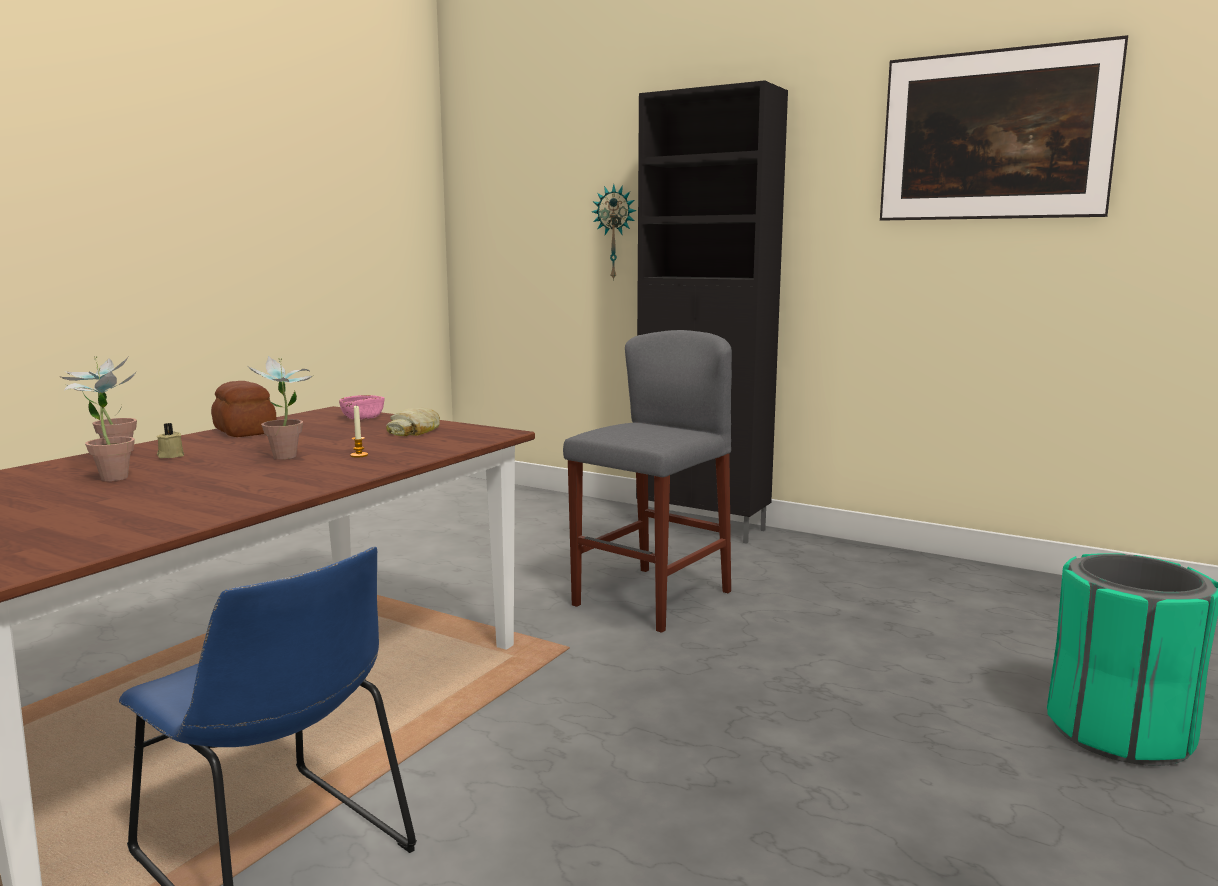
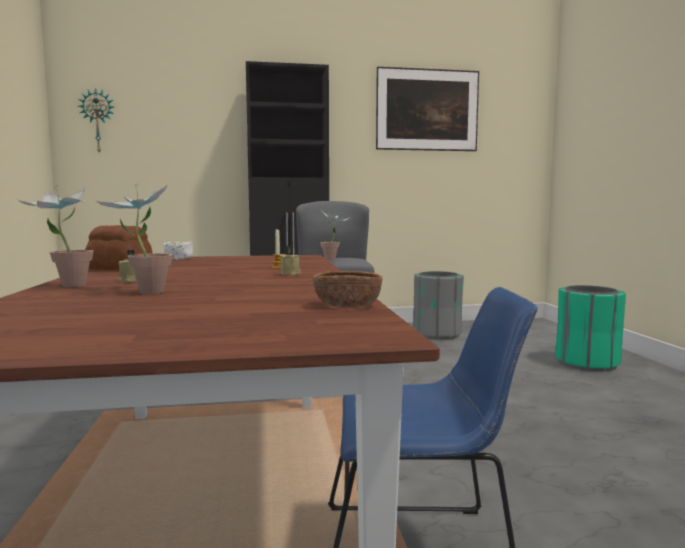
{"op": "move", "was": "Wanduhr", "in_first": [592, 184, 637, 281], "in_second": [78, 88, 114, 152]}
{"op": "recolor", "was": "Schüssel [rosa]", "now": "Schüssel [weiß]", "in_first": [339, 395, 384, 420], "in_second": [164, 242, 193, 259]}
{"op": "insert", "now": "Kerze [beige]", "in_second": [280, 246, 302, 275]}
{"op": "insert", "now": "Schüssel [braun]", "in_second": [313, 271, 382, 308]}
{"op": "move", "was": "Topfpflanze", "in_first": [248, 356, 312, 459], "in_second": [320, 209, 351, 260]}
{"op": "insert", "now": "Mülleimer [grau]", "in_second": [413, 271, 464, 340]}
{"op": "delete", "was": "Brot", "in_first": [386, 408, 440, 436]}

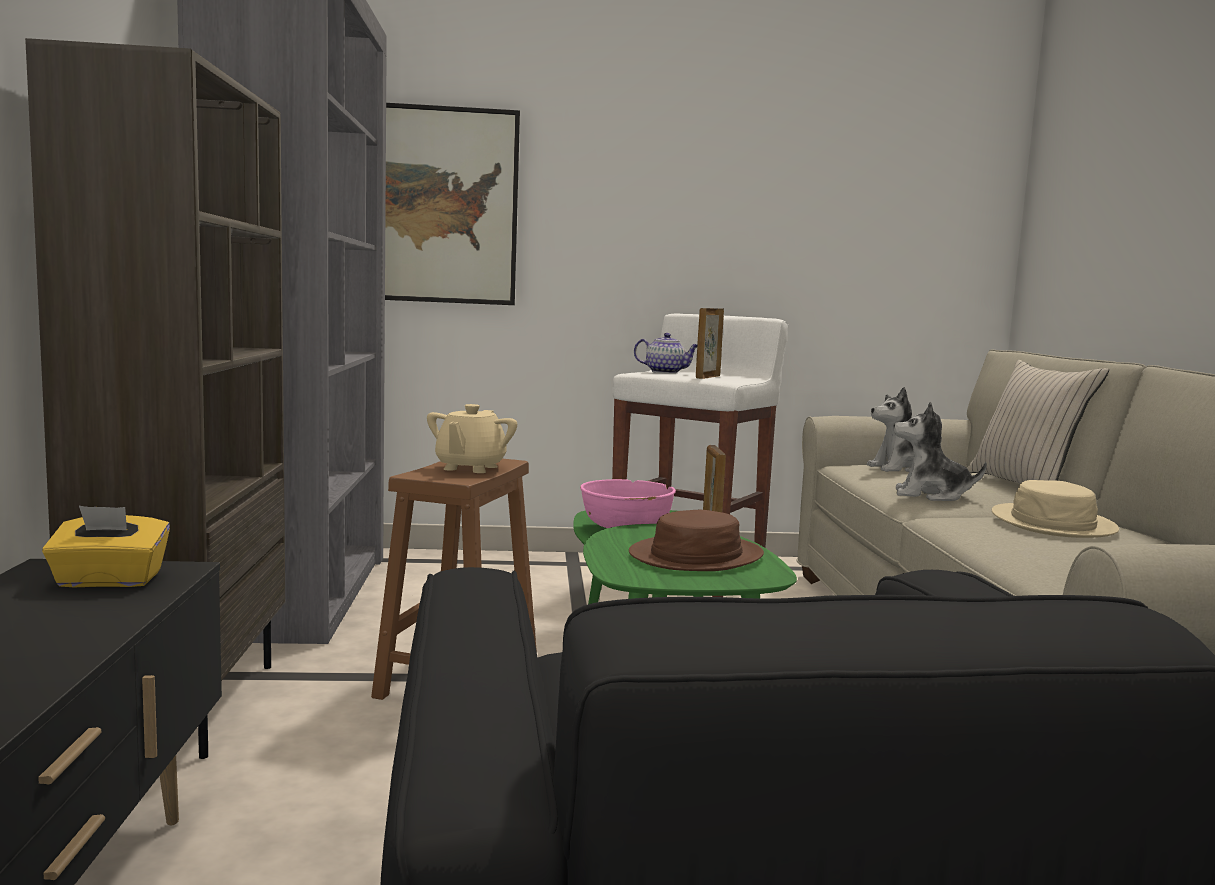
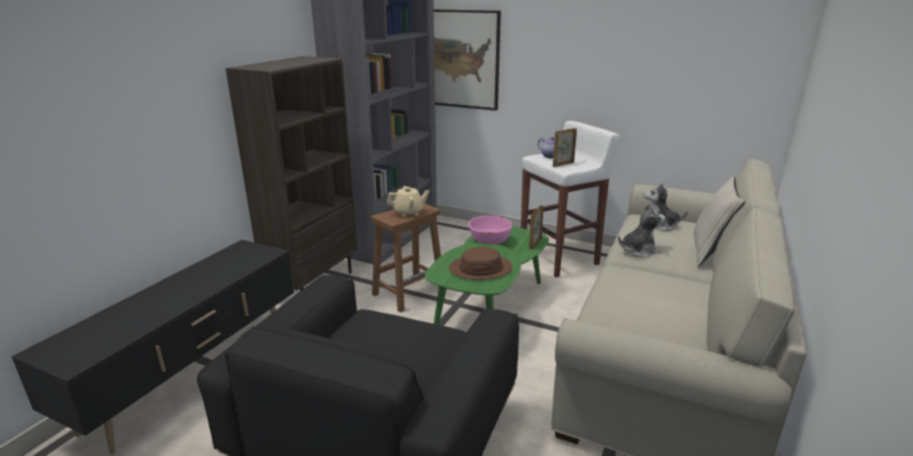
{"op": "rotate", "was": "Teekanne [beige]", "in_first": [427, 404, 517, 473], "in_second": [387, 186, 429, 217], "clockwise": -150}
{"op": "rotate", "was": "Plüschtier", "in_first": [894, 402, 987, 501], "in_second": [618, 203, 665, 257], "clockwise": 120}
{"op": "delete", "was": "Taschentuchbox [gelb]", "in_first": [42, 506, 170, 587]}
{"op": "delete", "was": "Hut [beige]", "in_first": [992, 480, 1119, 538]}

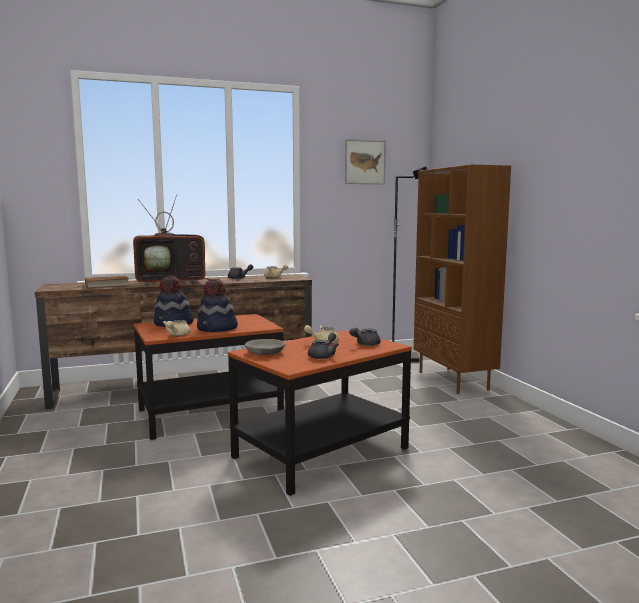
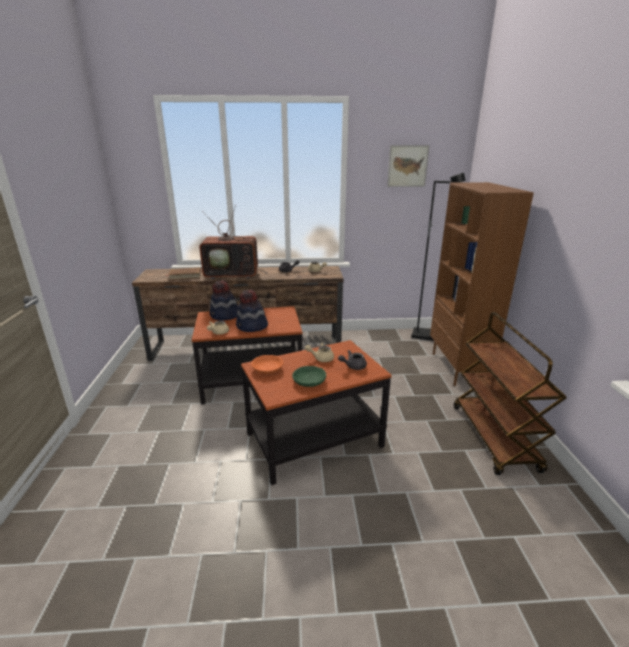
{"op": "recolor", "was": "Schüssel [grau]", "now": "Schüssel [orange]", "in_first": [245, 339, 285, 355], "in_second": [251, 355, 284, 374]}
{"op": "replace", "was": "Teekanne [grau]", "now": "Schüssel [grün]", "in_first": [308, 333, 339, 359], "in_second": [292, 366, 326, 387]}
{"op": "insert", "now": "Rollwagen [braun]", "in_second": [454, 312, 567, 475]}

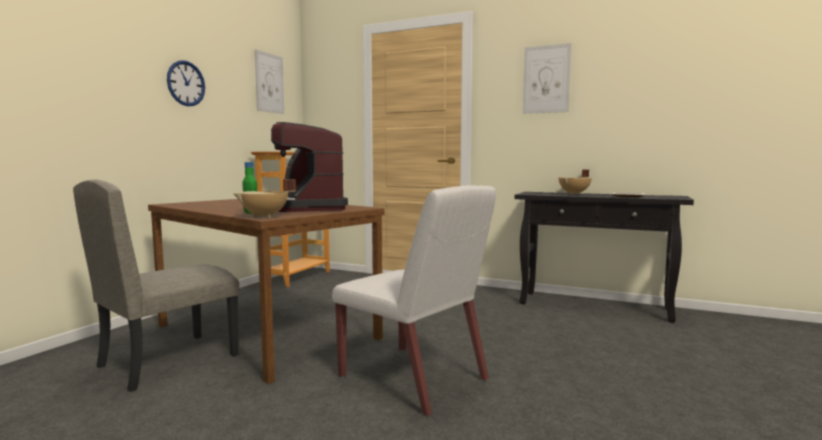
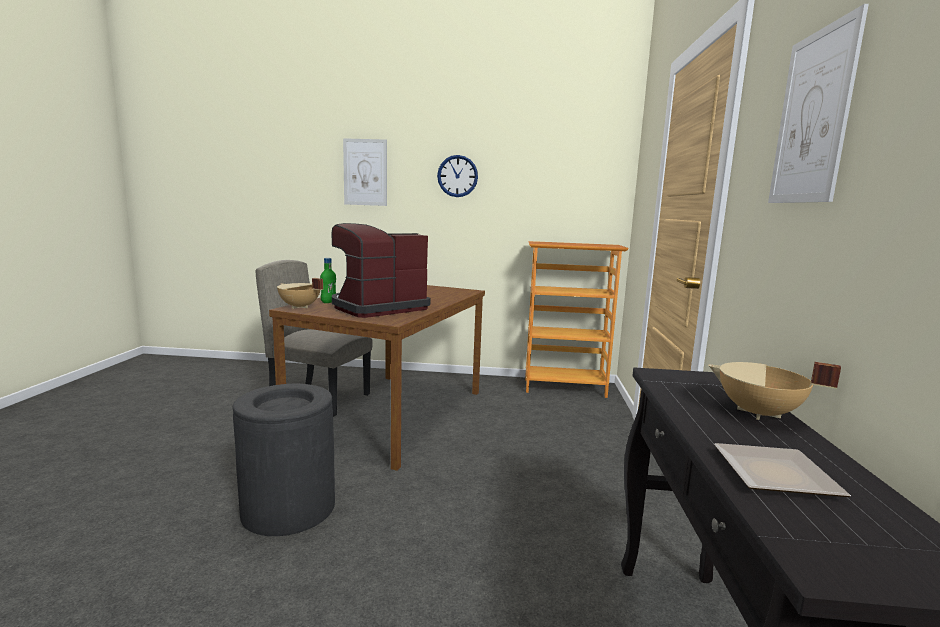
{"op": "replace", "was": "Stuhl [weiß]", "now": "Mülleimer [schwarz]", "in_first": [332, 185, 496, 417], "in_second": [233, 384, 335, 536]}
{"op": "move", "was": "Bild", "in_first": [255, 49, 284, 114], "in_second": [343, 138, 387, 206]}

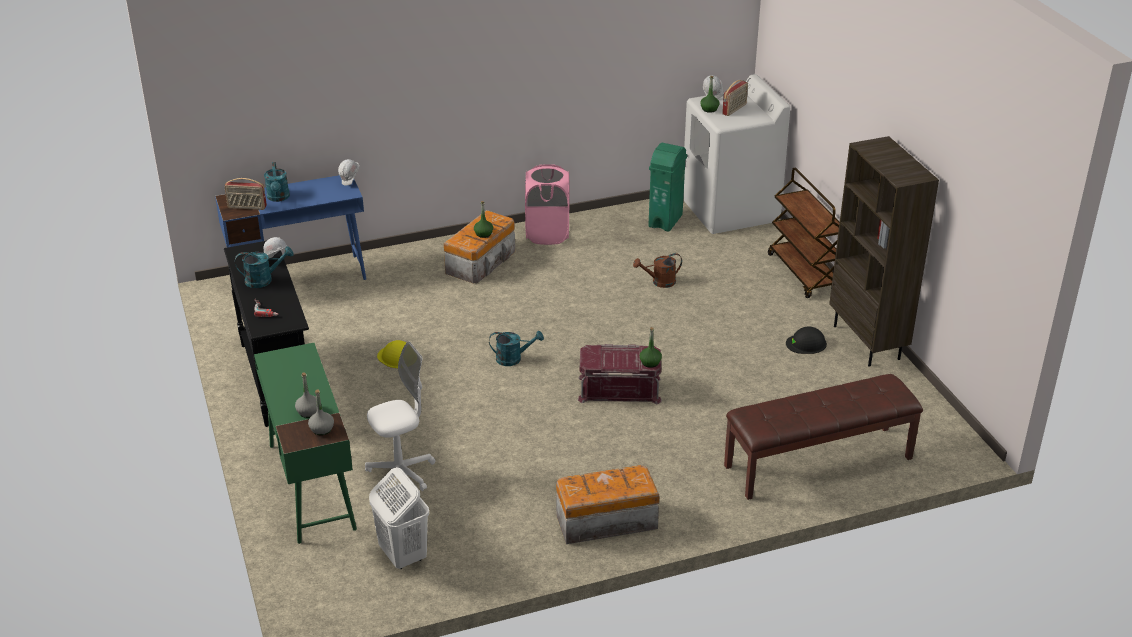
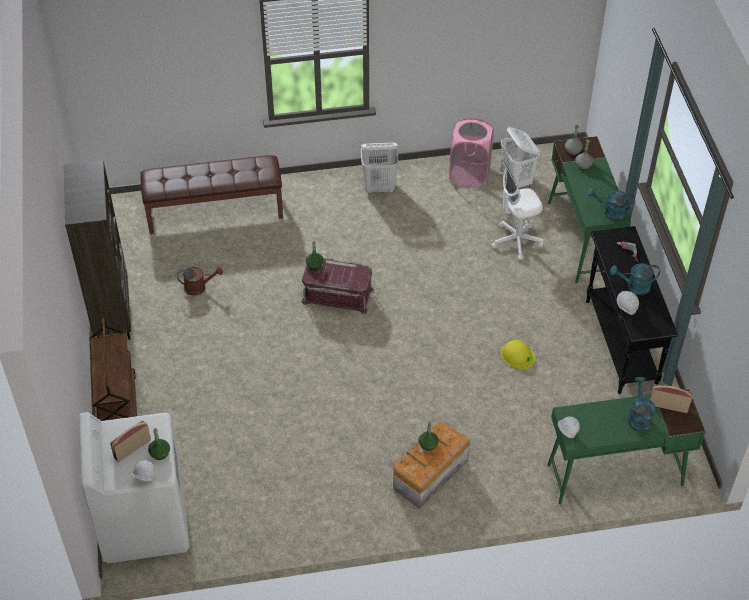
{"op": "move", "was": "Gießkanne [braun]", "in_first": [633, 253, 682, 288], "in_second": [177, 266, 223, 296]}
{"op": "replace", "was": "Aufbewahrungsbox", "now": "Wäschekorb [weiß]", "in_first": [556, 465, 659, 544], "in_second": [361, 143, 399, 194]}
{"op": "move", "was": "Wäschekorb [rosa]", "in_first": [525, 164, 569, 245], "in_second": [449, 118, 494, 188]}
{"op": "recolor", "was": "Schreibtisch [blau]", "now": "Schreibtisch [grün]", "in_first": [215, 175, 366, 280], "in_second": [547, 389, 706, 504]}
{"op": "move", "was": "Gießkanne [türkis]", "in_first": [489, 331, 544, 366], "in_second": [587, 188, 635, 221]}
{"op": "delete", "was": "Mülleimer [grün]", "in_first": [648, 143, 687, 232]}
{"op": "delete", "was": "Schutzhelm [schwarz]", "in_first": [786, 326, 827, 354]}

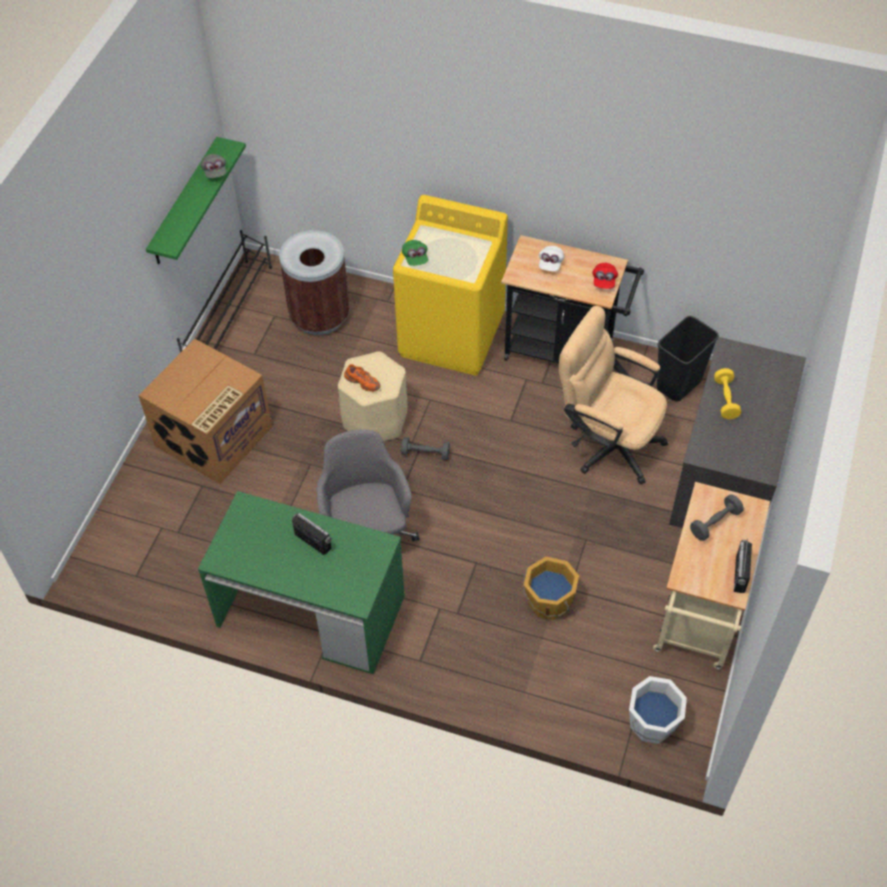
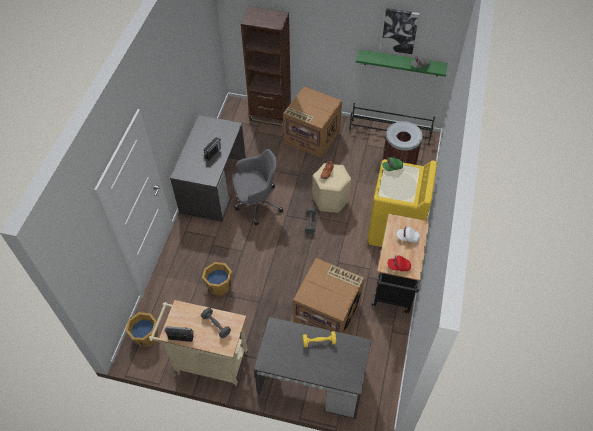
{"op": "recolor", "was": "Eimer [weiß]", "now": "Eimer [orange]", "in_first": [629, 676, 687, 744], "in_second": [125, 312, 158, 347]}
{"op": "recolor", "was": "Schreibtisch [grün]", "now": "Schreibtisch [grau]", "in_first": [198, 491, 405, 674], "in_second": [170, 115, 246, 222]}
{"op": "insert", "now": "Bücherregal [braun]", "in_second": [241, 6, 291, 126]}
{"op": "replace", "was": "Bürostuhl [beige]", "now": "Karton", "in_first": [559, 306, 668, 484], "in_second": [293, 258, 364, 334]}
{"op": "insert", "now": "Bild", "in_second": [381, 8, 419, 54]}
{"op": "delete", "was": "Mülleimer [schwarz]", "in_first": [657, 316, 719, 402]}

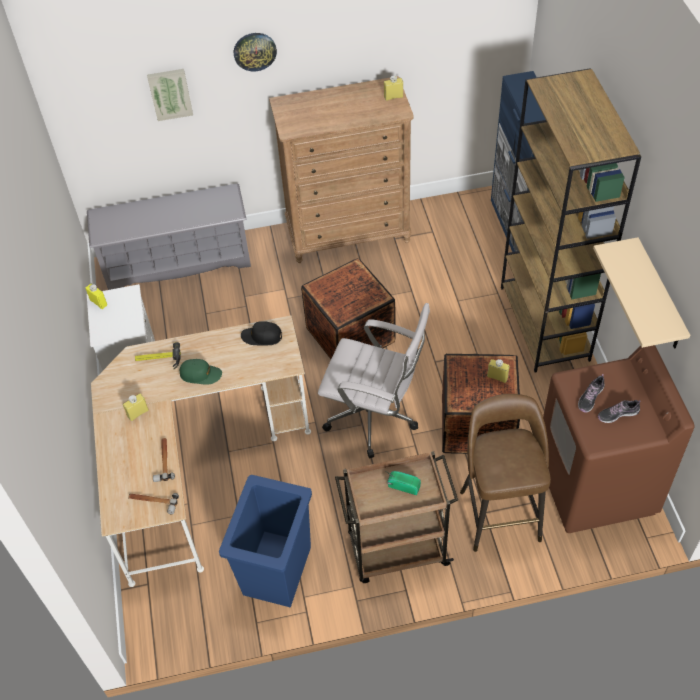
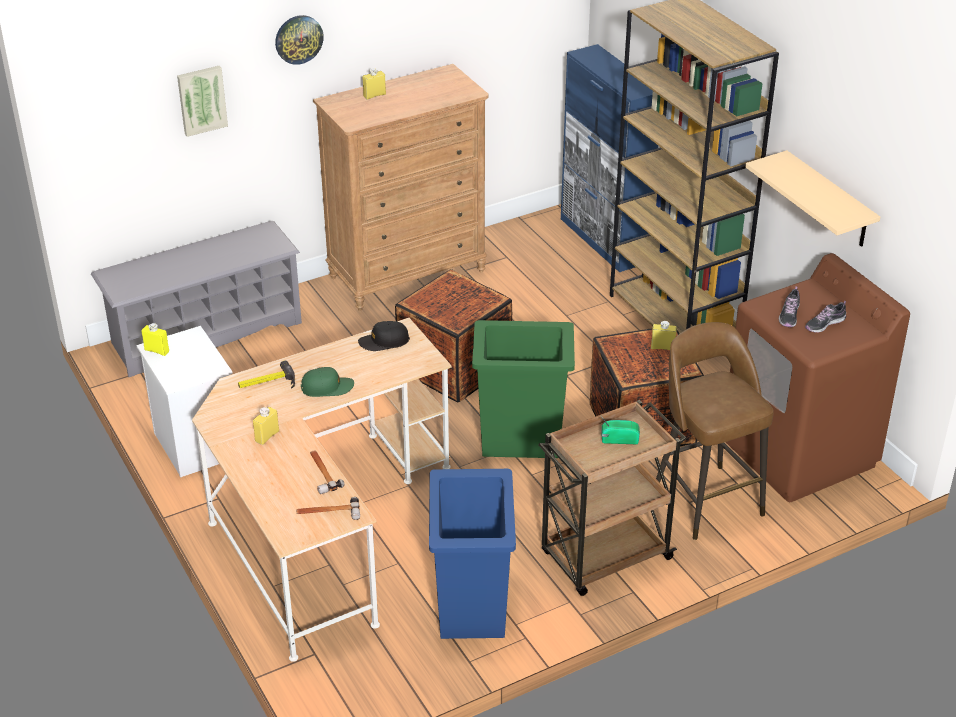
{"op": "move", "was": "Flasche [gelb]", "in_first": [384, 76, 403, 101], "in_second": [363, 68, 386, 100]}
{"op": "replace", "was": "Bürostuhl [weiß]", "now": "Mülleimer [grün]", "in_first": [318, 303, 430, 458], "in_second": [472, 320, 575, 458]}

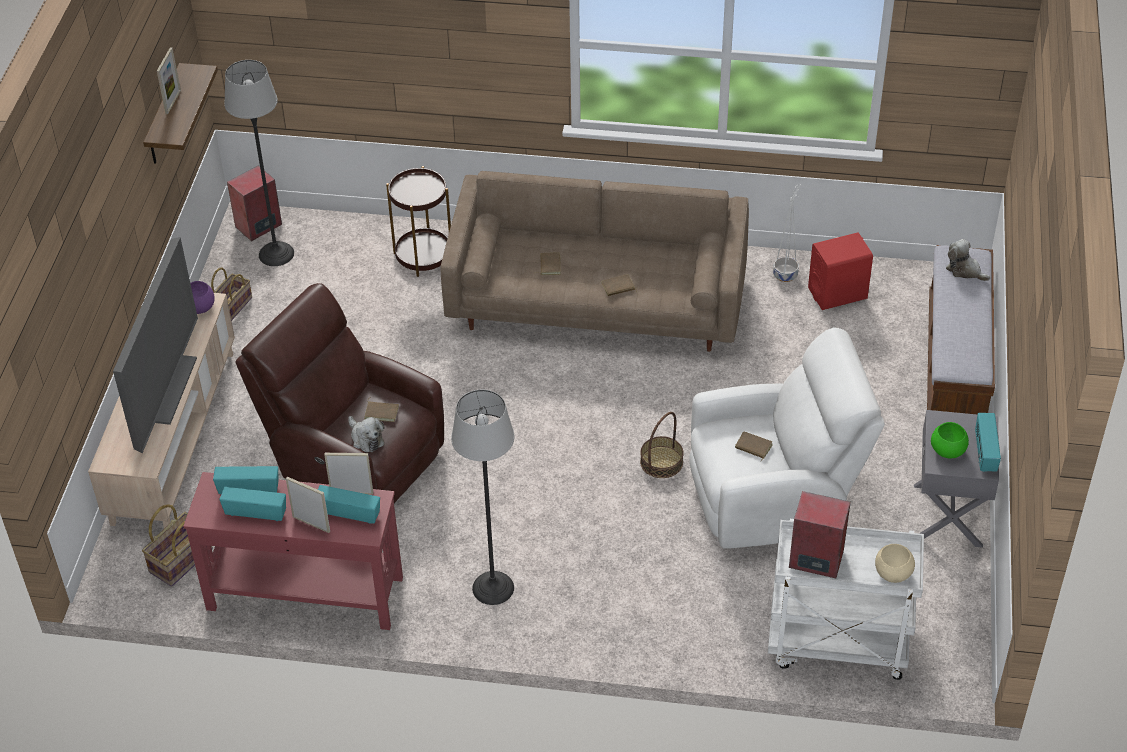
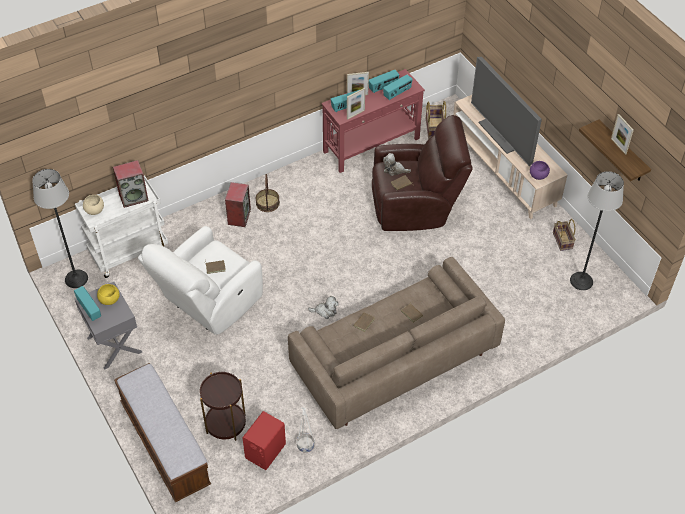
{"op": "move", "was": "Stehlampe", "in_first": [451, 390, 515, 605], "in_second": [32, 169, 88, 288]}
{"op": "recolor", "was": "Schüssel [grün]", "now": "Schüssel [gelb]", "in_first": [931, 422, 969, 459], "in_second": [97, 284, 119, 305]}
{"op": "move", "was": "Beistelltisch [braun]", "in_first": [386, 166, 451, 277], "in_second": [200, 372, 246, 441]}
{"op": "move", "was": "Lautsprecher", "in_first": [227, 165, 282, 241], "in_second": [225, 182, 251, 227]}
{"op": "move", "was": "Korb", "in_first": [640, 412, 684, 478], "in_second": [256, 174, 280, 212]}
{"op": "move", "was": "Plüschtier", "in_first": [946, 239, 990, 281], "in_second": [308, 296, 339, 319]}

